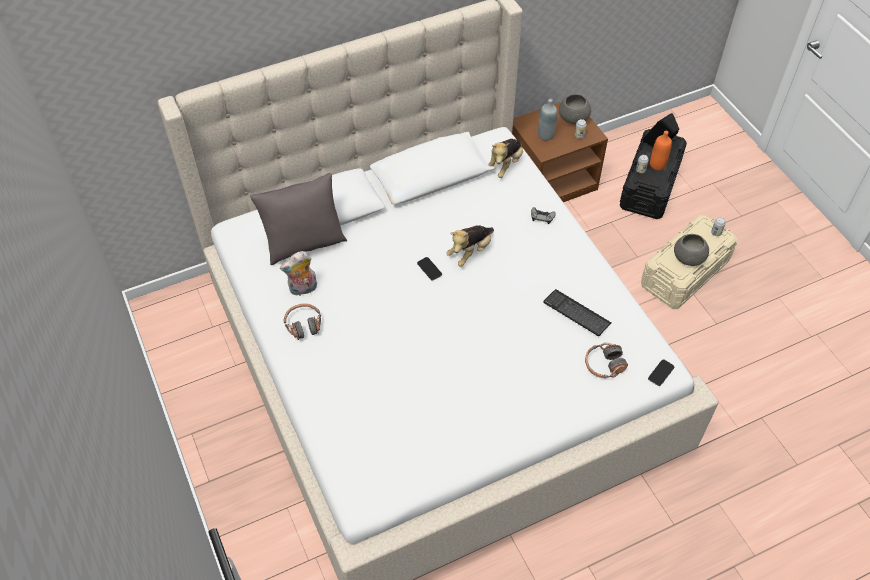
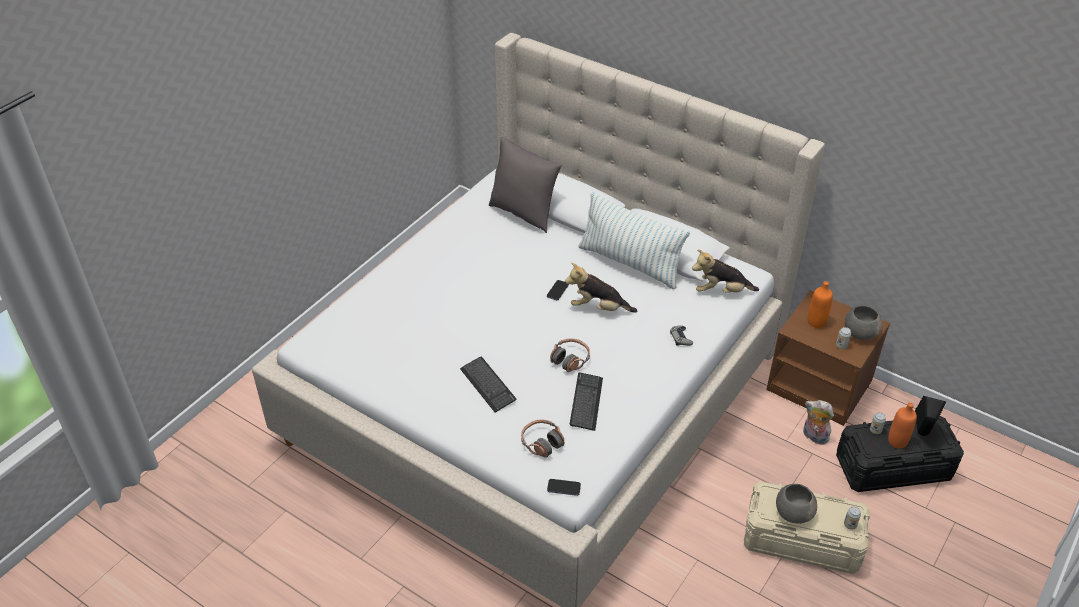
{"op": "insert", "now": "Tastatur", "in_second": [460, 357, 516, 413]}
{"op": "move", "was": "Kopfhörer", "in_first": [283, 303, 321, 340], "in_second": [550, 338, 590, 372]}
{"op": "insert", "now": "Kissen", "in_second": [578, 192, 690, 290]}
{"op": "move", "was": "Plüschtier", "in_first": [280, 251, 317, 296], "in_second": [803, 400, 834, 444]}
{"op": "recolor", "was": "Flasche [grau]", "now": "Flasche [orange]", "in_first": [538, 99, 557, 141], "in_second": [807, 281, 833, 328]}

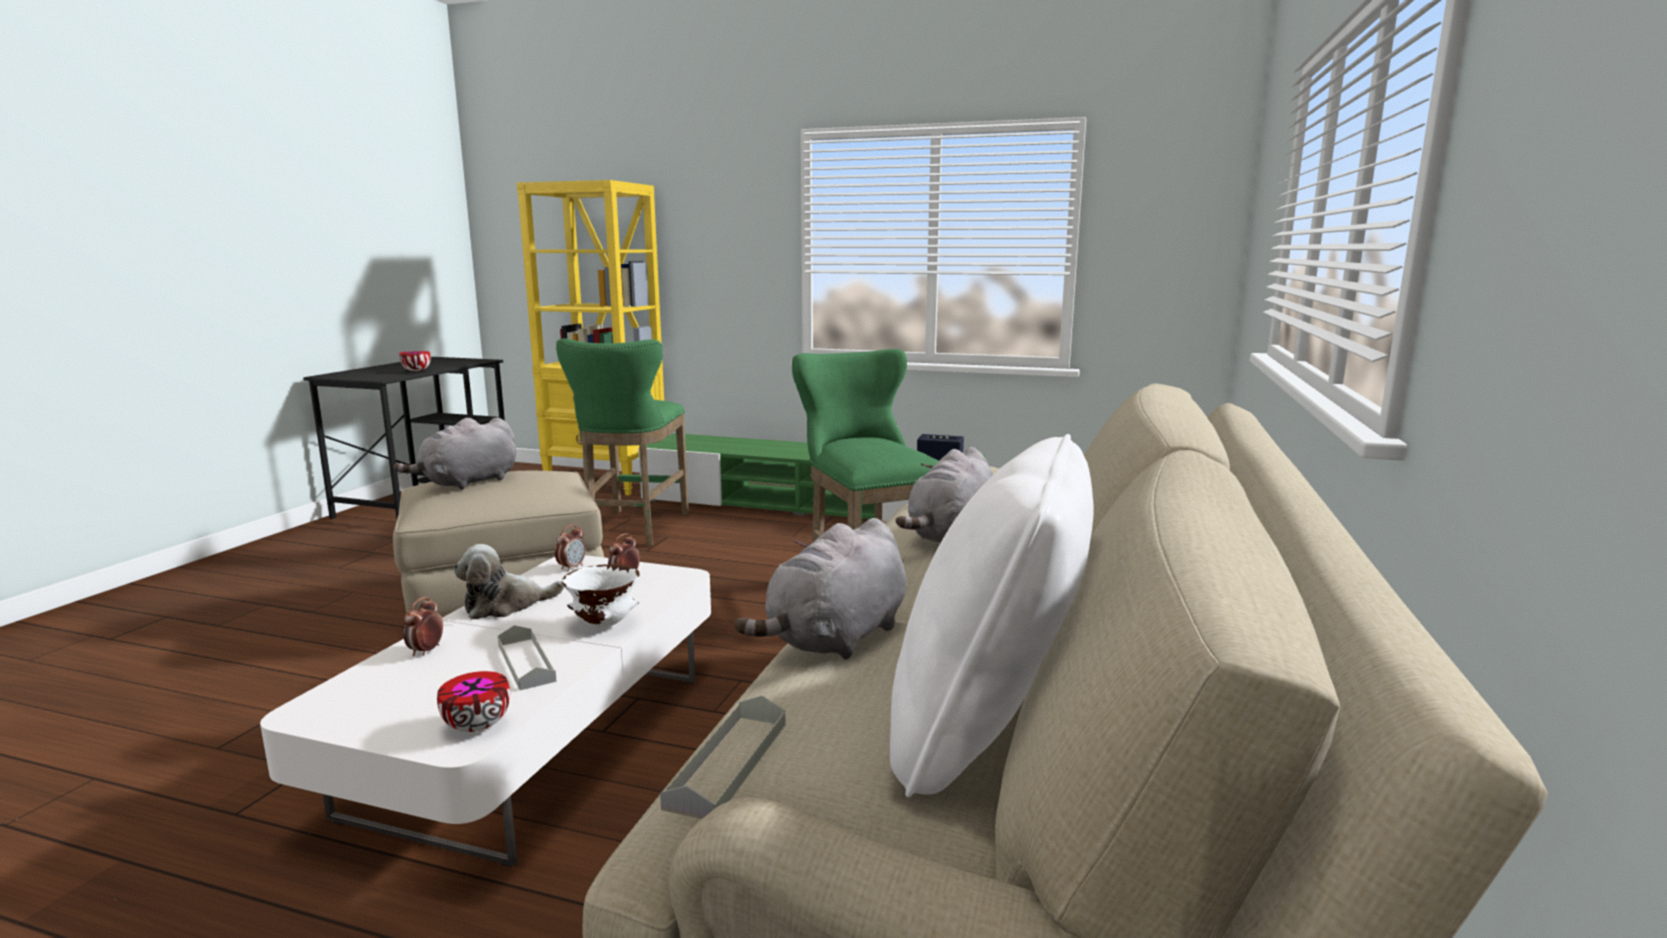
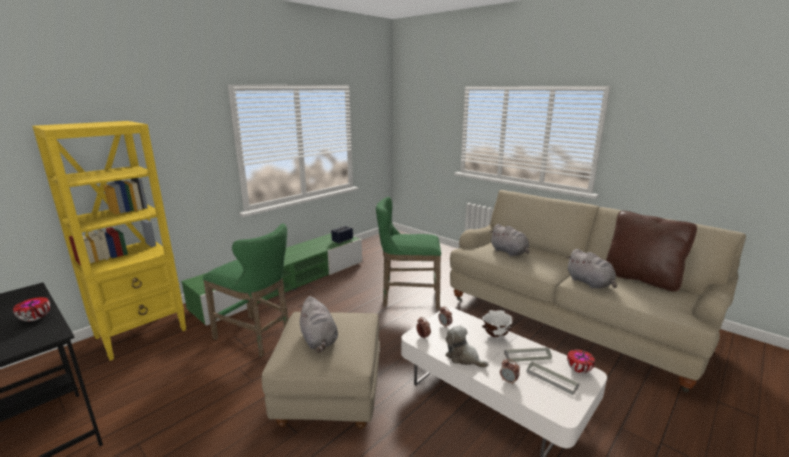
{"op": "rotate", "was": "Plüschtier", "in_first": [453, 544, 565, 619], "in_second": [446, 325, 488, 368], "clockwise": 135}
{"op": "move", "was": "Tablett [grau]", "in_first": [660, 696, 785, 819], "in_second": [526, 362, 580, 395]}
{"op": "recolor", "was": "Kissen [weiß]", "now": "Kissen [braun]", "in_first": [890, 434, 1094, 798], "in_second": [606, 211, 697, 292]}

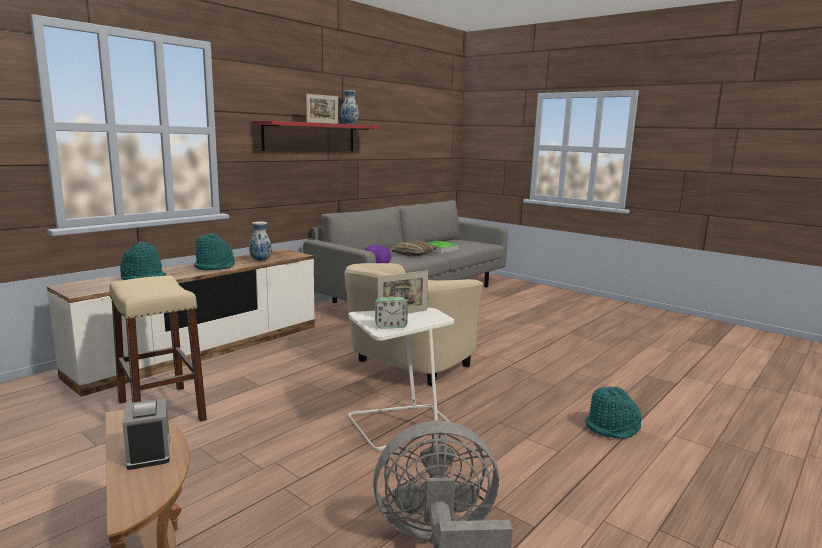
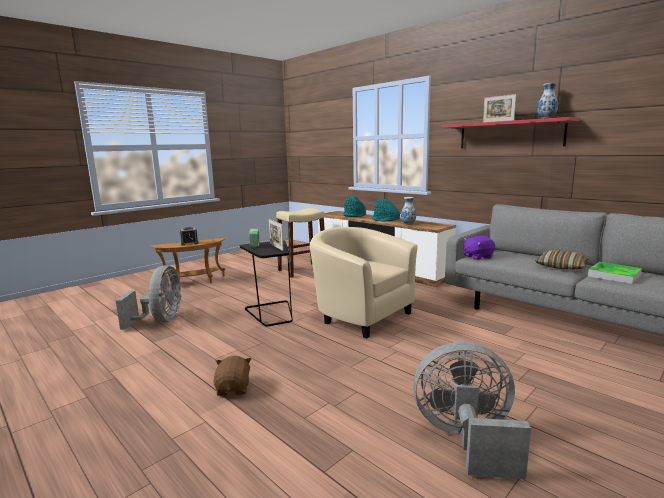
{"op": "replace", "was": "Hut [türkis]", "now": "Plüschtier [braun]", "in_first": [585, 387, 642, 439], "in_second": [213, 356, 251, 396]}
{"op": "recolor", "was": "Beistelltisch [weiß]", "now": "Beistelltisch [schwarz]", "in_first": [349, 308, 454, 451], "in_second": [239, 240, 293, 326]}
{"op": "insert", "now": "Ventilator [grau]", "in_second": [413, 342, 531, 479]}

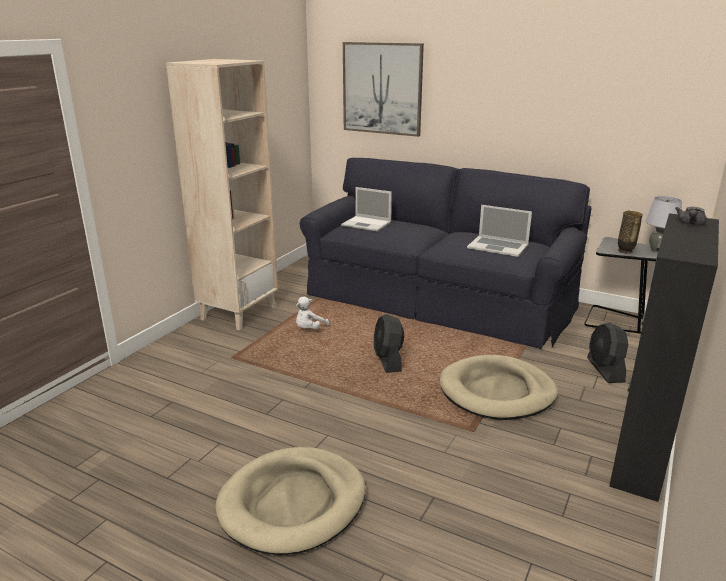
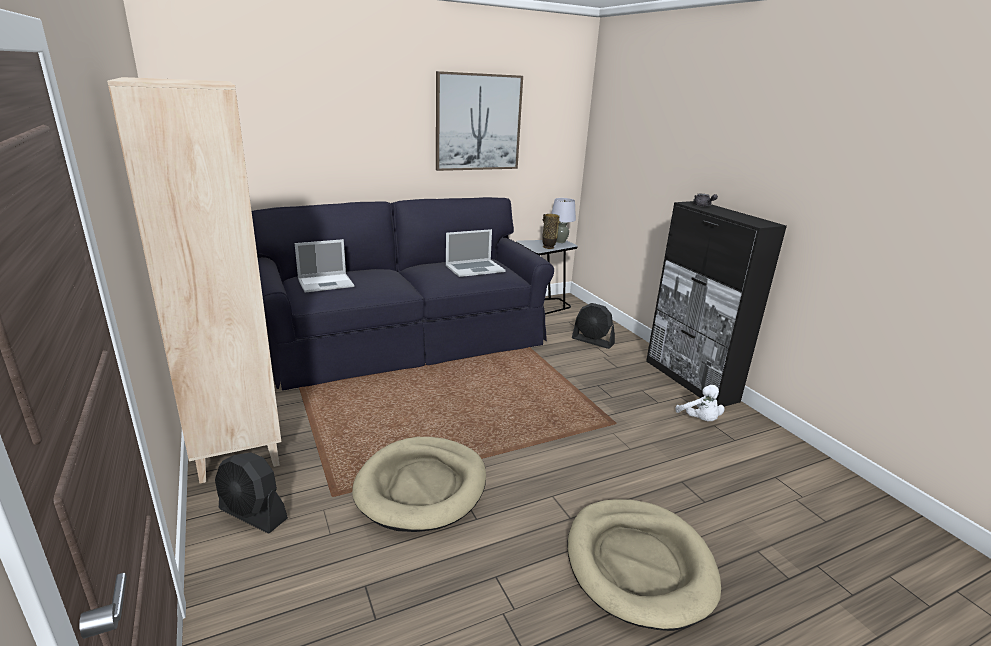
{"op": "move", "was": "Ventilator [schwarz]", "in_first": [374, 314, 404, 373], "in_second": [215, 452, 288, 533]}
{"op": "move", "was": "Hundebett [beige]", "in_first": [440, 355, 558, 420], "in_second": [352, 437, 486, 532]}
{"op": "move", "was": "Bild", "in_first": [343, 42, 424, 137], "in_second": [436, 71, 523, 171]}
{"op": "move", "was": "Plüschtier [weiß]", "in_first": [296, 297, 329, 329], "in_second": [675, 385, 725, 421]}

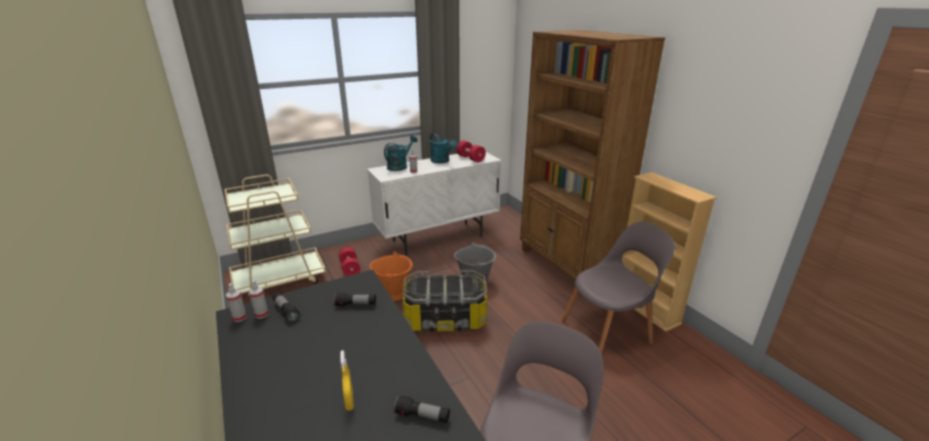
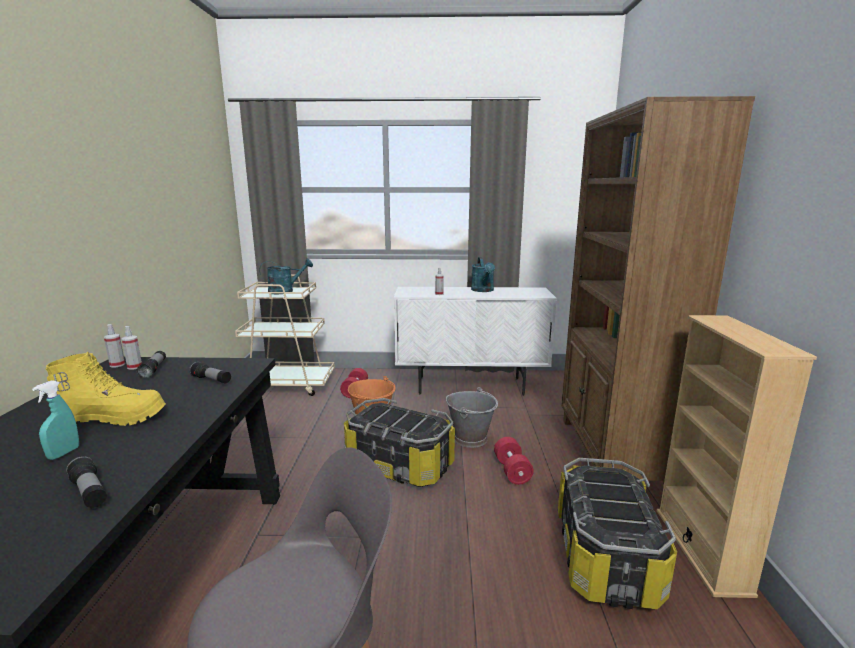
{"op": "recolor", "was": "Sprühflasche [gelb]", "now": "Sprühflasche [türkis]", "in_first": [340, 350, 354, 411], "in_second": [32, 380, 79, 460]}
{"op": "insert", "now": "Stiefel [gelb]", "in_second": [46, 352, 166, 426]}
{"op": "move", "was": "Gießkanne [türkis]", "in_first": [384, 135, 418, 171], "in_second": [260, 258, 313, 292]}
{"op": "move", "was": "Hantel [rot]", "in_first": [456, 140, 486, 163], "in_second": [494, 437, 534, 485]}
{"op": "replace", "was": "Stuhl [grau]", "now": "Aufbewahrungsbox", "in_first": [561, 222, 675, 354], "in_second": [558, 458, 677, 609]}

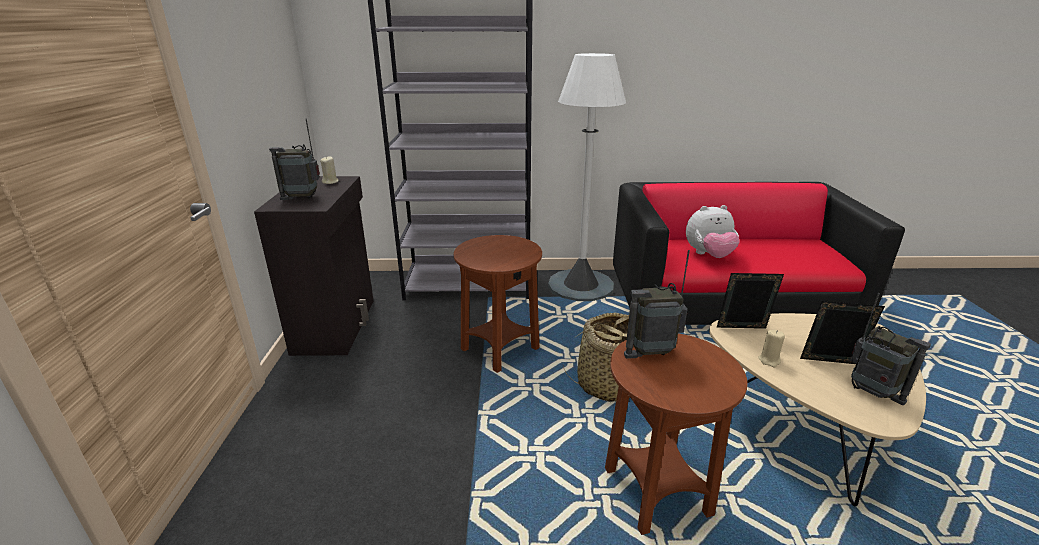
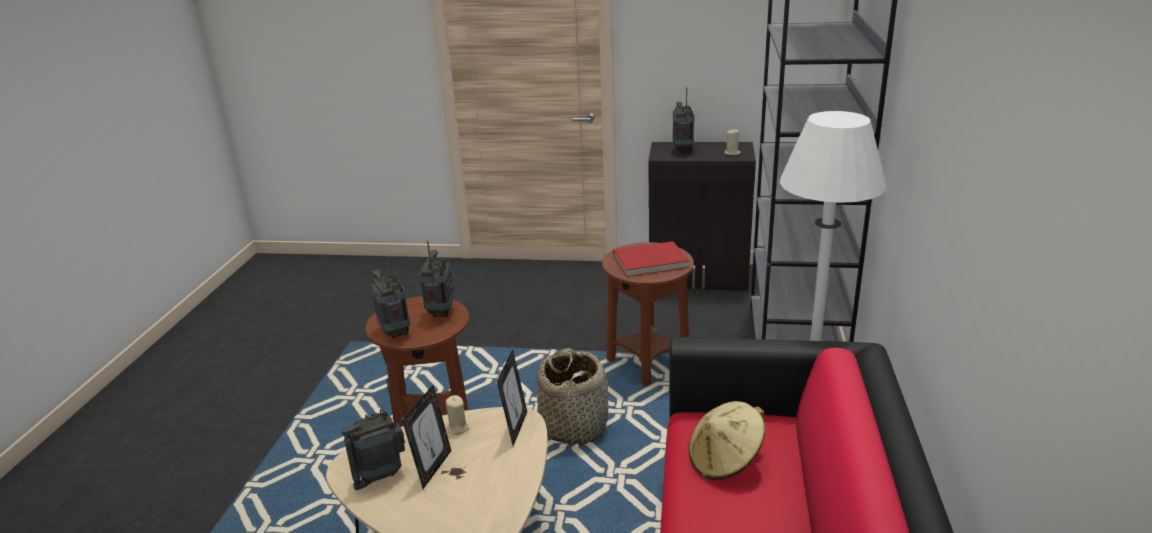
{"op": "insert", "now": "Radio", "in_second": [371, 257, 410, 338]}
{"op": "insert", "now": "Buch [rot]", "in_second": [613, 241, 689, 277]}
{"op": "replace", "was": "Plüschtier", "now": "Hut [beige]", "in_first": [686, 205, 740, 258], "in_second": [688, 401, 765, 480]}

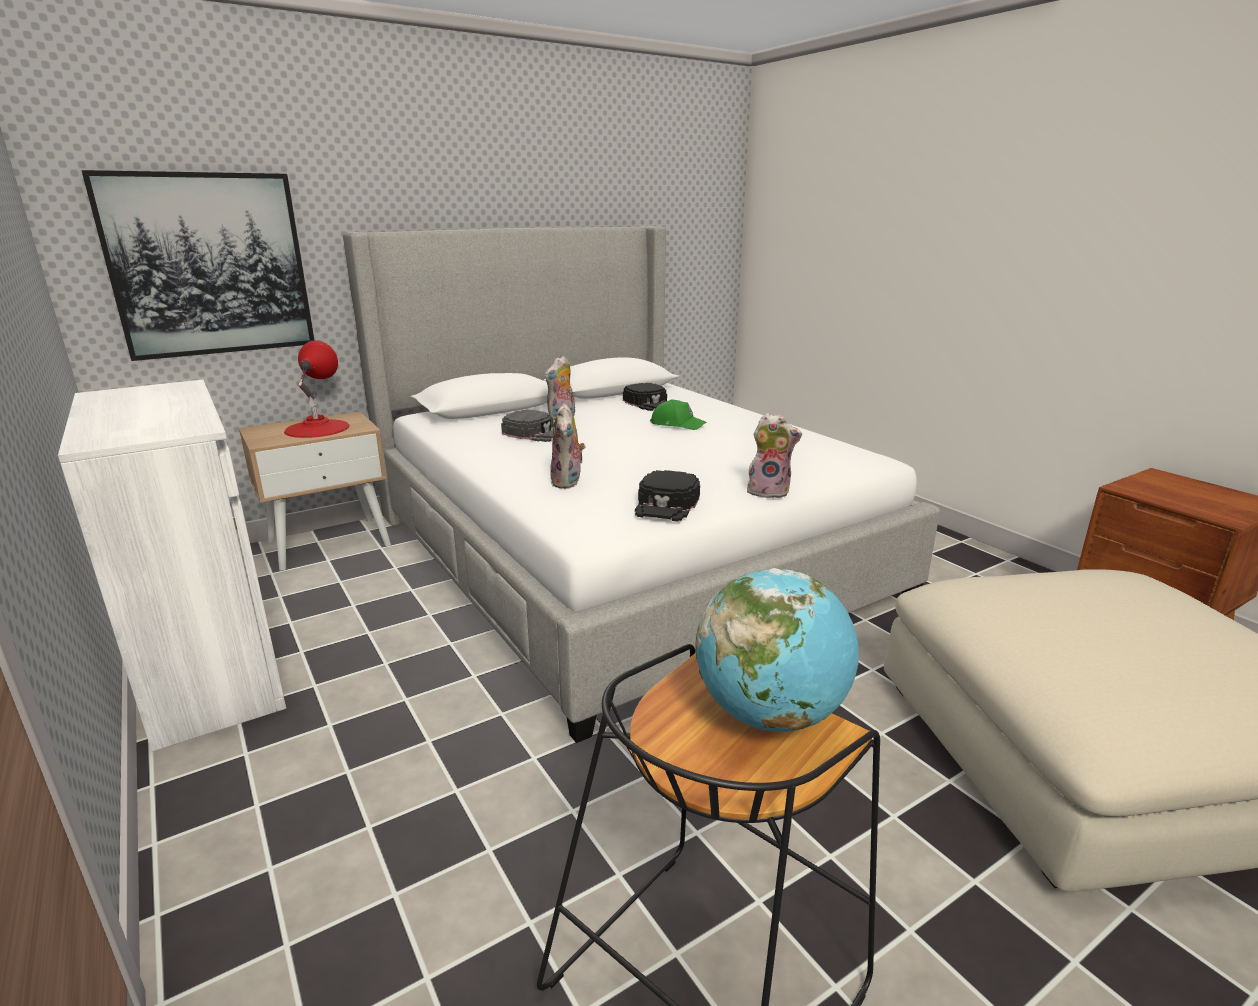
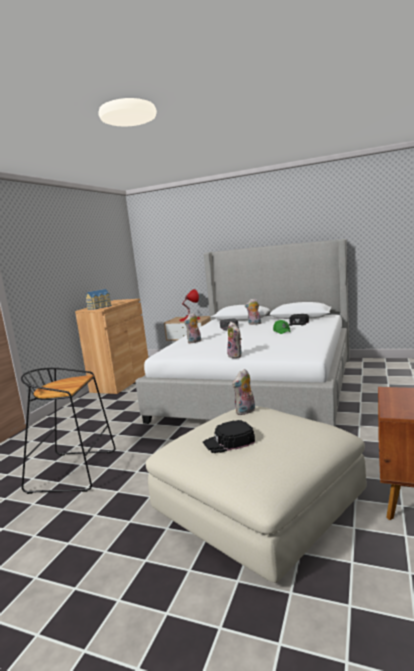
{"op": "recolor", "was": "Schrank [weiß]", "now": "Schrank [braun]", "in_first": [58, 379, 286, 752], "in_second": [75, 299, 148, 394]}
{"op": "insert", "now": "Spielzeughaus", "in_second": [85, 289, 112, 310]}
{"op": "move", "was": "Kappe [schwarz]", "in_first": [635, 470, 700, 522], "in_second": [203, 420, 255, 453]}
{"op": "insert", "now": "Plüschtier", "in_second": [232, 369, 255, 415]}
{"op": "delete", "was": "Bild", "in_first": [81, 170, 314, 361]}
{"op": "delete", "was": "Globus", "in_first": [696, 568, 859, 732]}

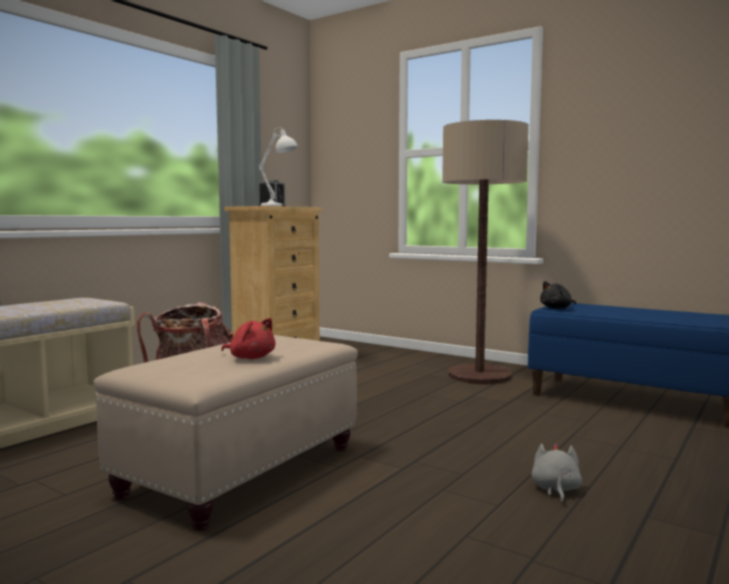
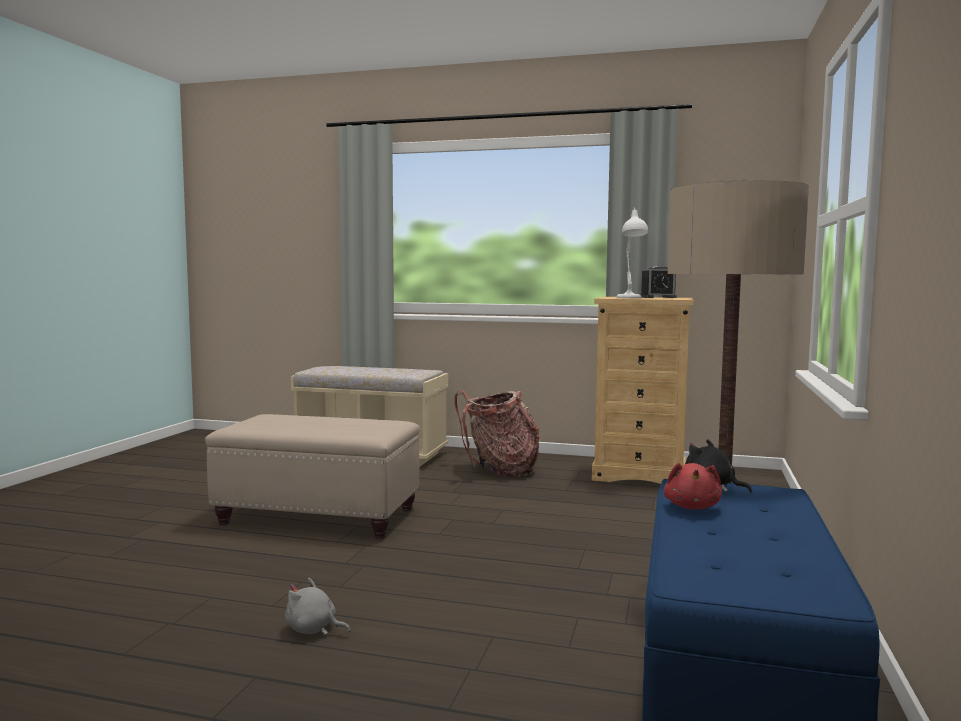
{"op": "rotate", "was": "Plüschtier [grau]", "in_first": [531, 443, 582, 503], "in_second": [285, 578, 351, 635], "clockwise": -150}
{"op": "move", "was": "Plüschtier [rot]", "in_first": [221, 318, 276, 359], "in_second": [664, 462, 722, 509]}

